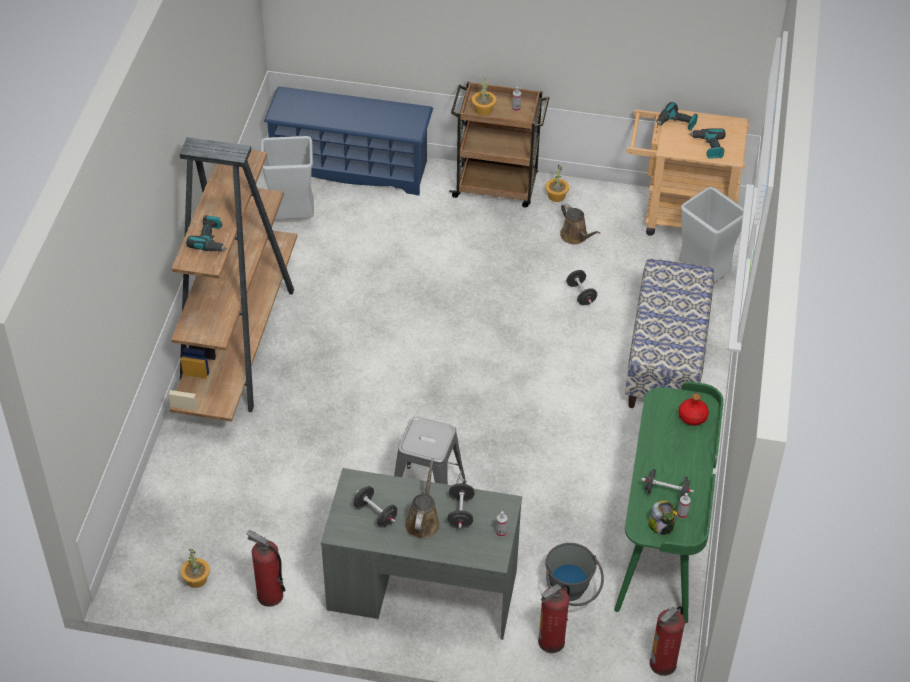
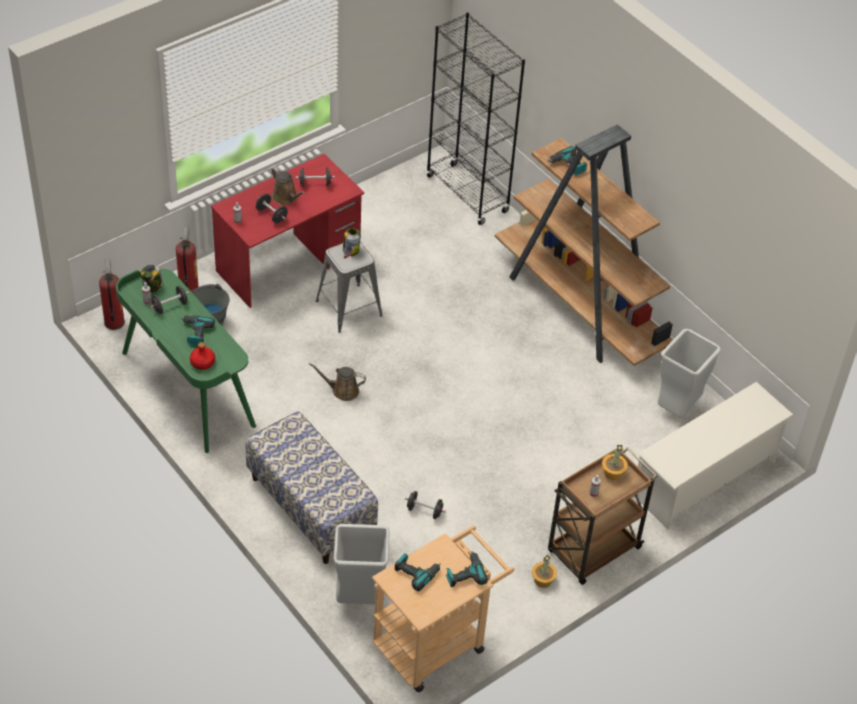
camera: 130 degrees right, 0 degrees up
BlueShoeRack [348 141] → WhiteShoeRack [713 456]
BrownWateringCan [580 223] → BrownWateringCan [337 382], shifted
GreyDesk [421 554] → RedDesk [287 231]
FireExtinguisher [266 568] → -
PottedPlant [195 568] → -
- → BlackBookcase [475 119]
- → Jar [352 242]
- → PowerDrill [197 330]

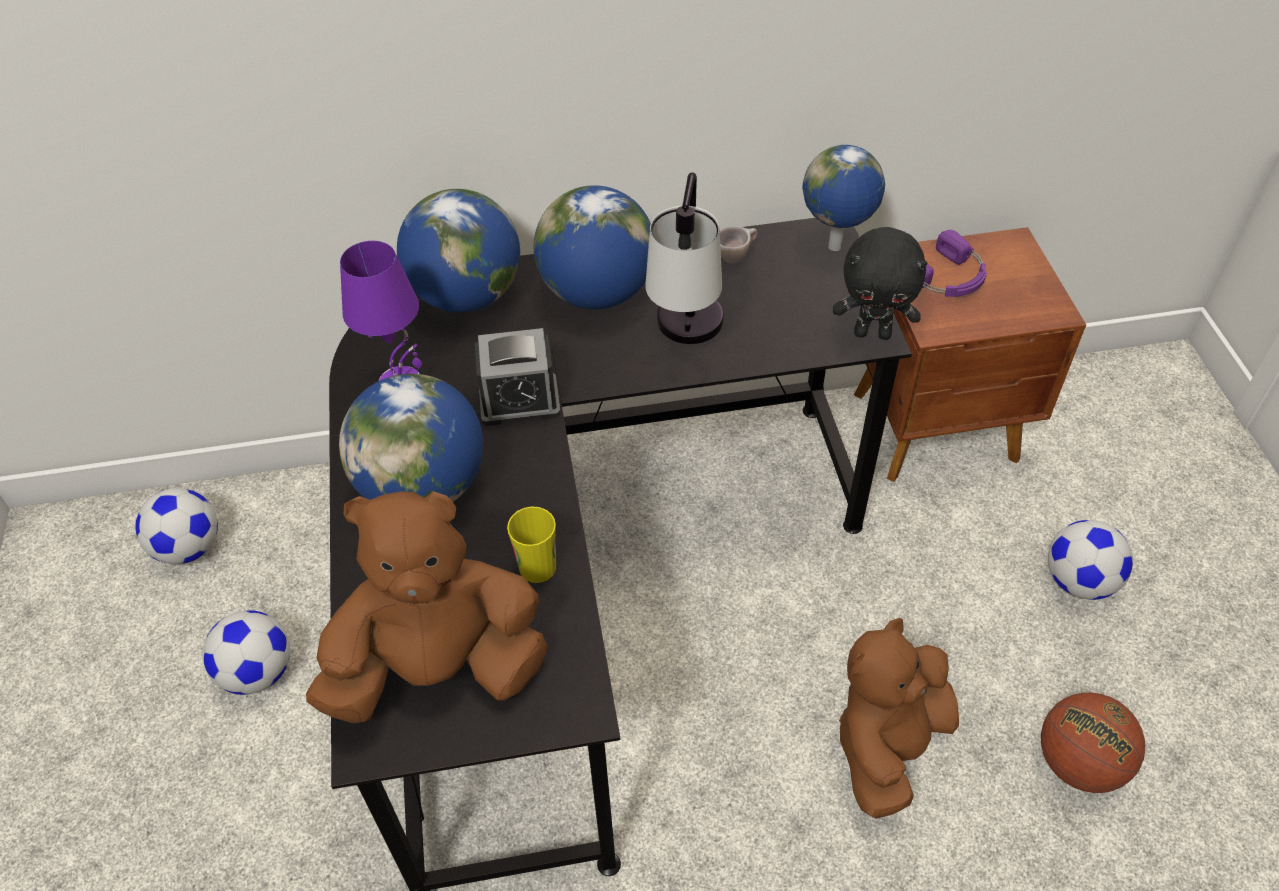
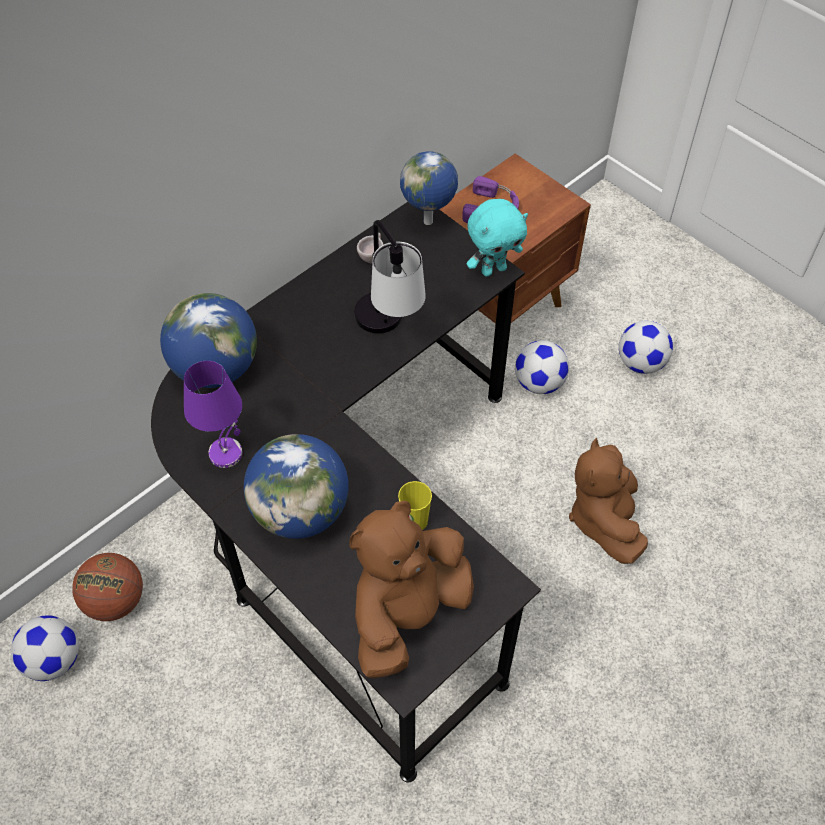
camera: 35 degrees left, 5 degrees up
Globe [592 247] → -
BlackPlushToy [880 283] → TurquoisePlushToy [497 238]
AlarmClock [518 377] → -
Football [246 652] → Football [542 367], shifted
Basketball [1093 742] → Basketball [107 587], shifted

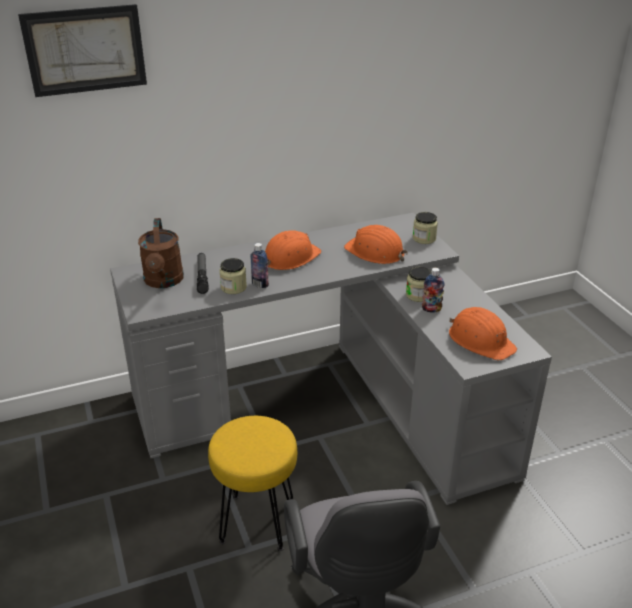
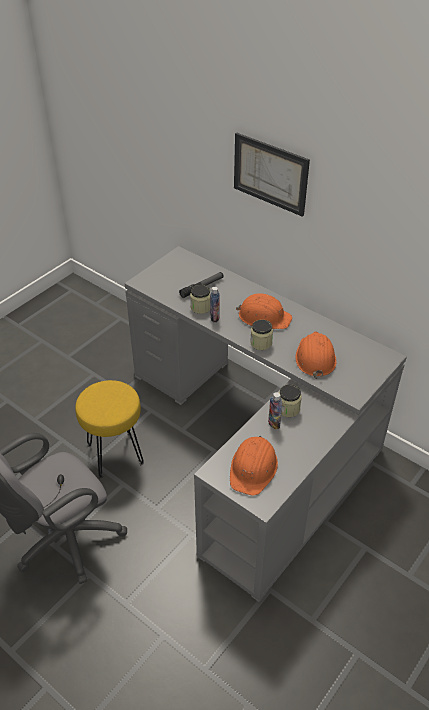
camera: 60 degrees right, 10 degrees up
Picture [82 50] → Picture [272 175], shifted
Jar [425 228] → Jar [261 335], shifted
BrownWateringCan [161 253] → -

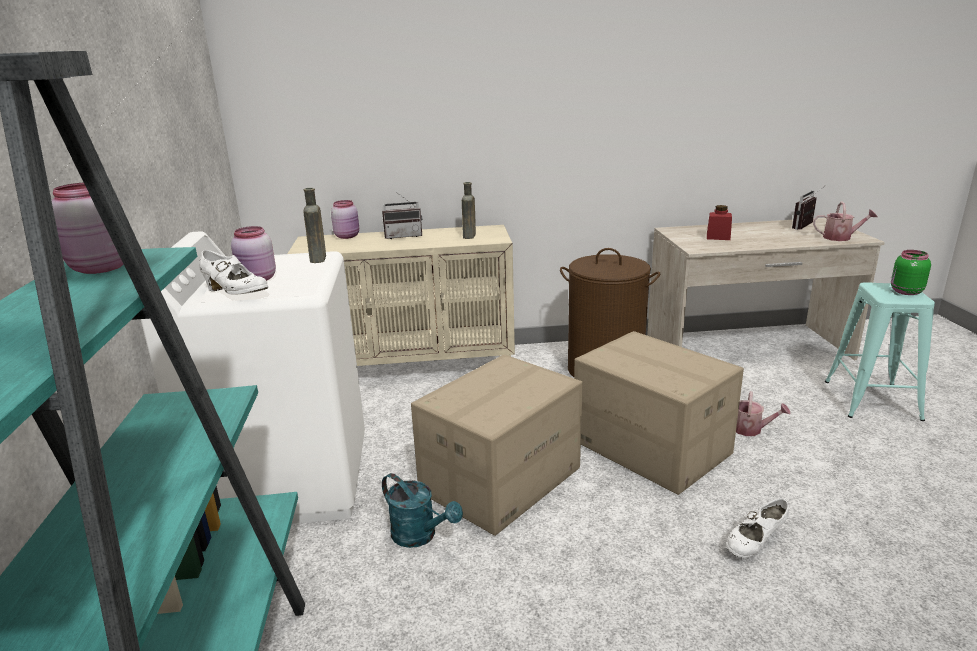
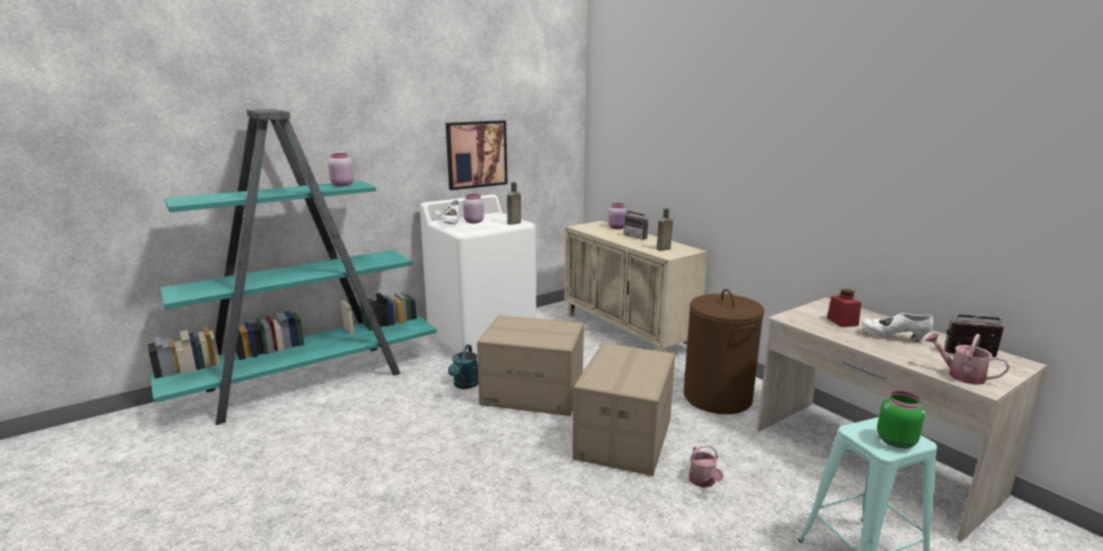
camera: 60 degrees right, 5 degrees down
WateringCan [845 221] → WateringCan [967 359], 150 degrees clockwise
WhiteShoe [757 528] → WhiteShoe [897 327], shifted
- → Picture [477 155]

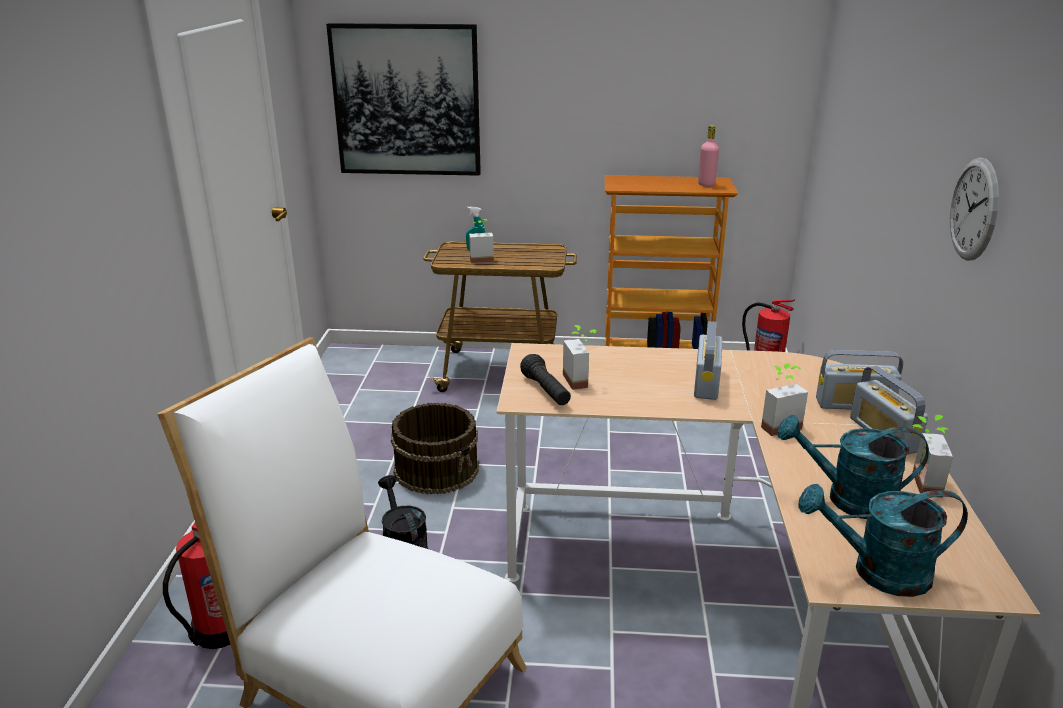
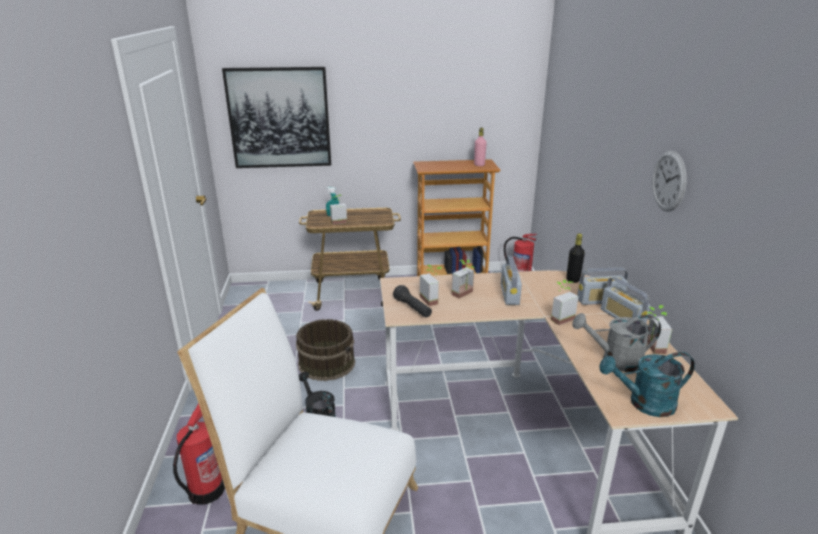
camera: 10 degrees left, 0 degrees up
TurquoiseWateringCan [853 467] → GreyWateringCan [616 342]
- → BlackBottle [575 258]
- → PottedPlant [463 279]

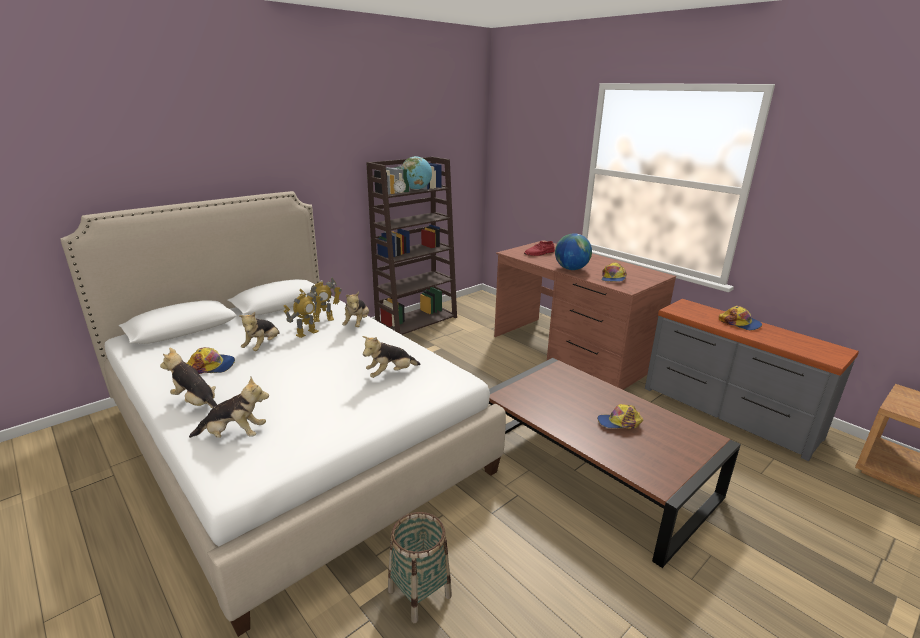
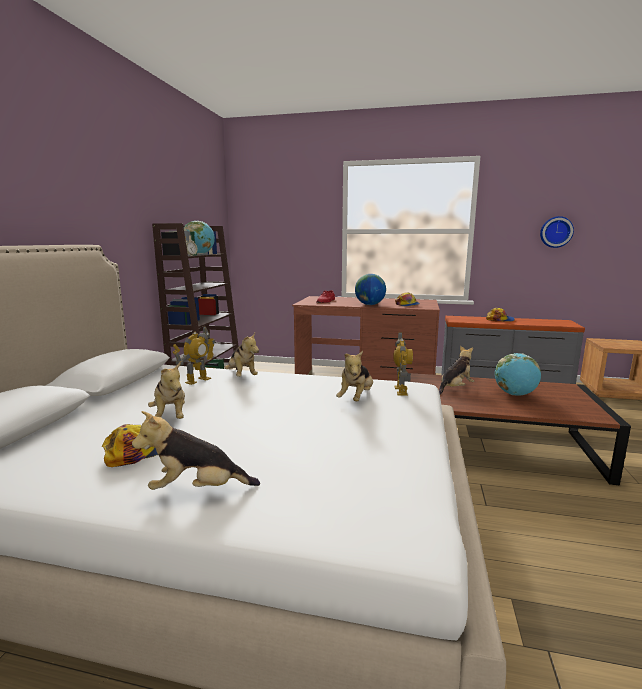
camera: 35 degrees left, 10 degrees down
ToyRobot [303 312] → ToyRobot [403 364], shifted
PlushToy [229 407] → PlushToy [456 370], shifted
Cap [620 416] → Globe [518 374]
Basket [420 567] → -
- → WallClock [557 232]

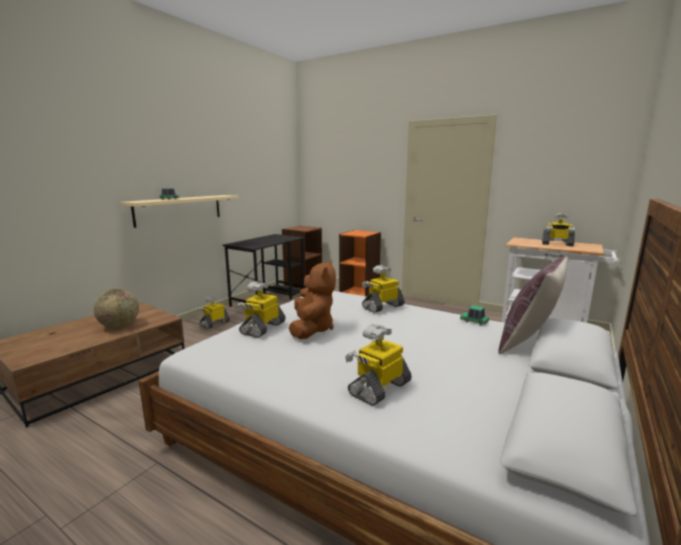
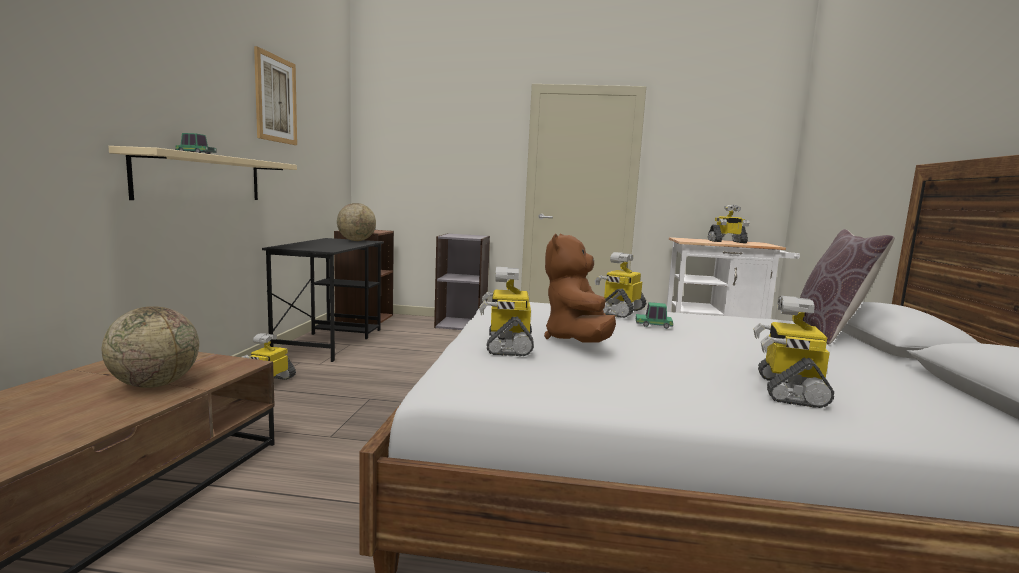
camera: 25 degrees left, 5 degrees down
OrangeBookcase [360 263] → GreyBookcase [462 281]
BrownPlushToy [312 299] → BrownPlushToy [580 288], 150 degrees counterclockwise
ToyCar [474 315] → ToyCar [654 315], shifted
- → Picture [275 95]
- → Globe [356 222]

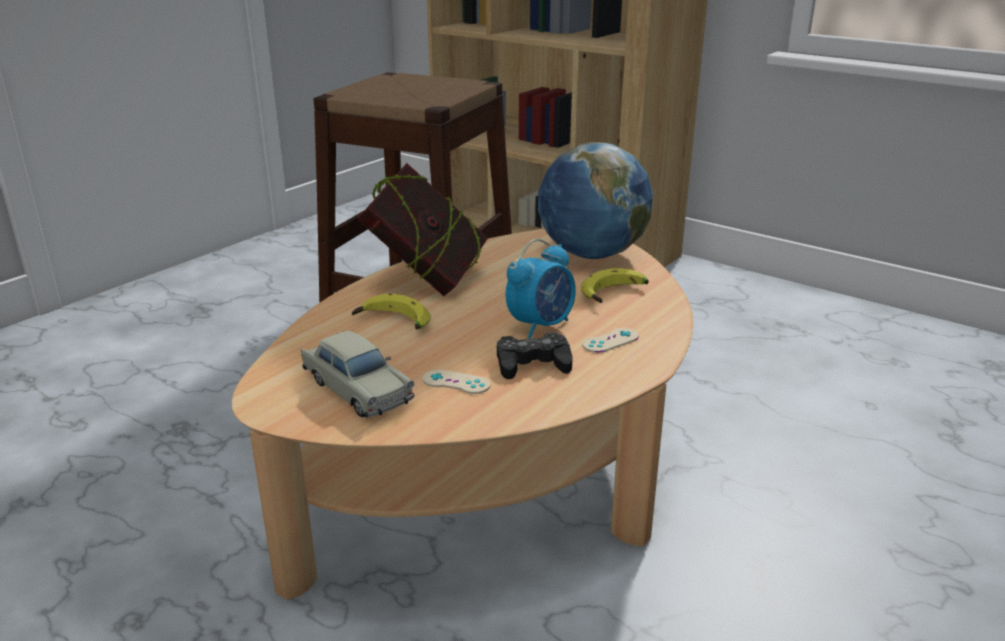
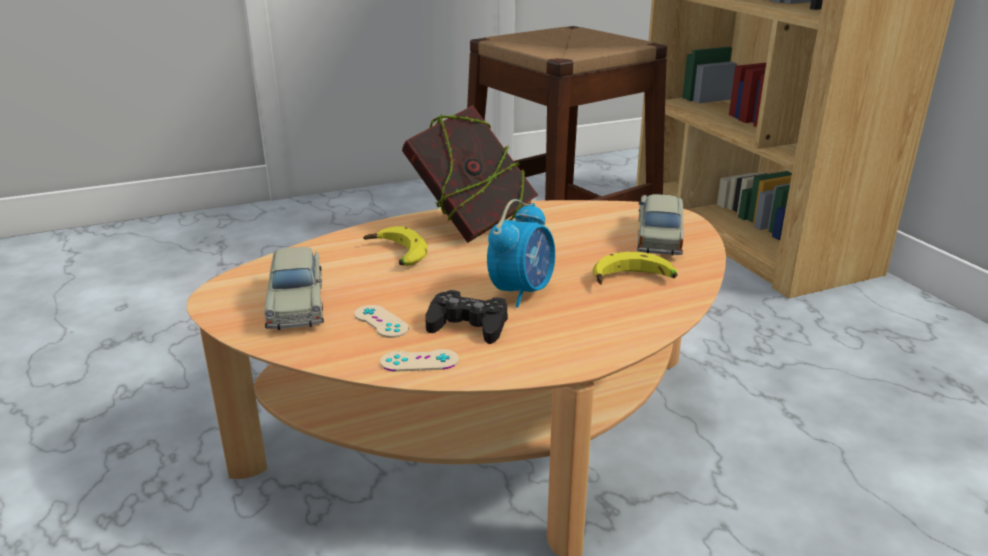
camera: 30 degrees right, 0 degrees up
Globe [595 200] → BeigeToyCar [660 224]
AlarmClock [540 289] → AlarmClock [521 253], 45 degrees counterclockwise
BeigeGameController [610 340] → BeigeGameController [419 360], shifted

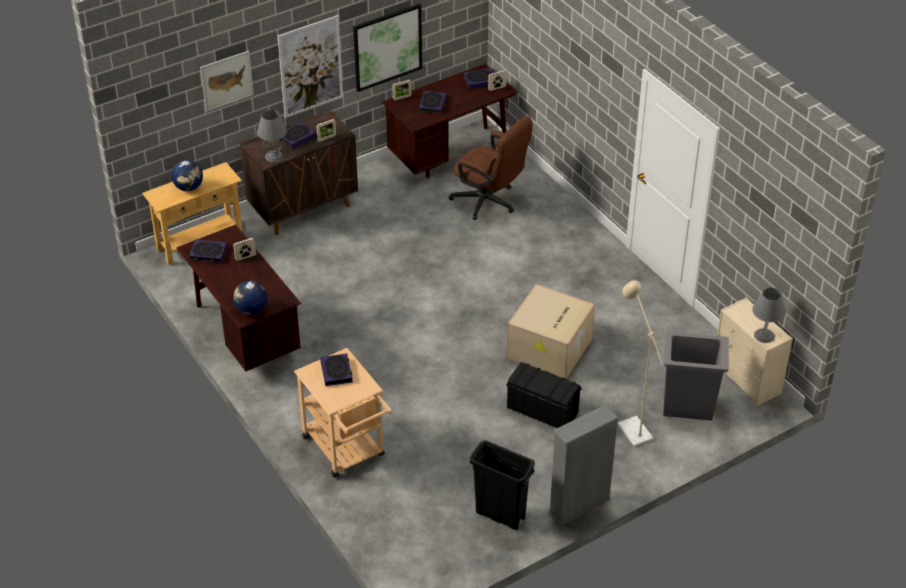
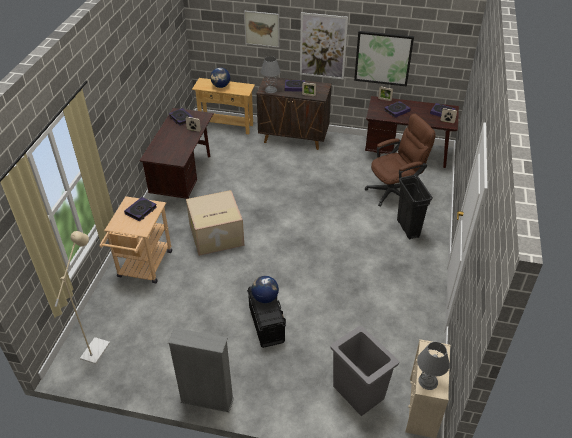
camera: 45 degrees right, 0 degrees up
BrownOfficeChair [491 168] → BrownOfficeChair [400 160], 105 degrees counterclockwise
BeigeFloorLamp [641 363] → BeigeFloorLamp [82 297], shifted
Globe [250 298] → Globe [265 289], shifted
CardboardBox [551 331] → CardboardBox [215 223], shifted
BlackTrashCan [502 485] → BlackTrashCan [415 207], shifted

